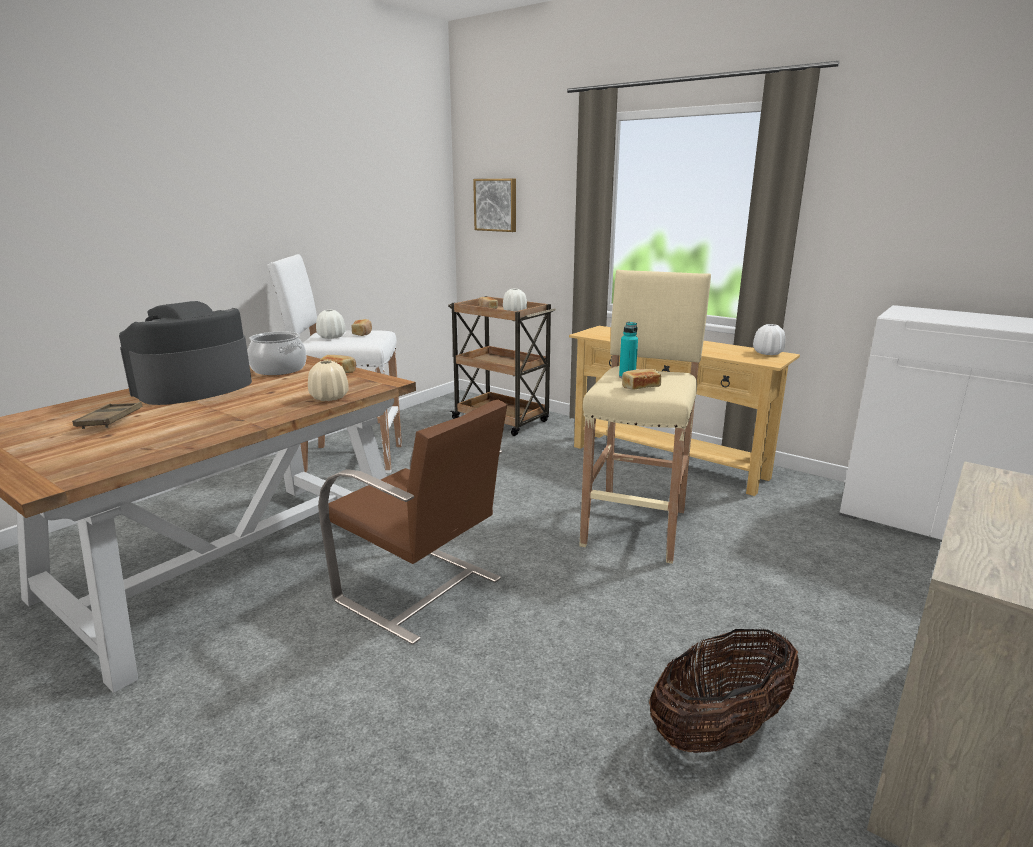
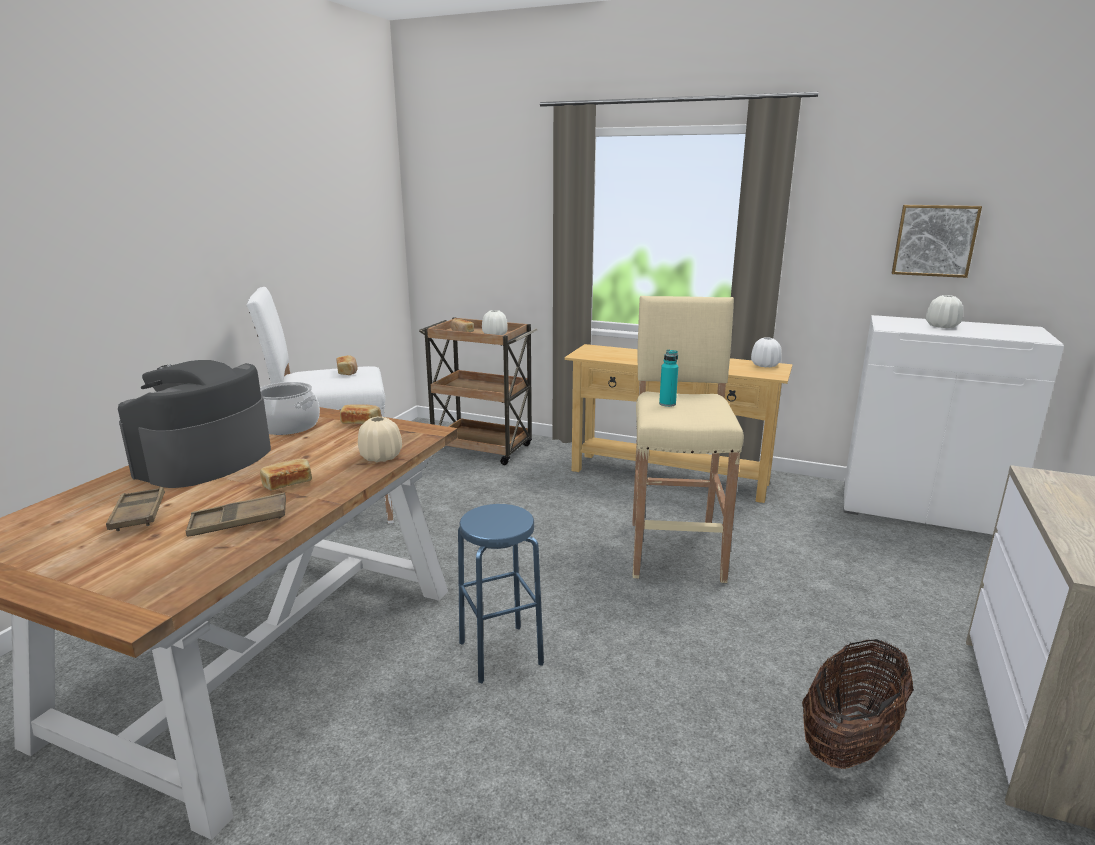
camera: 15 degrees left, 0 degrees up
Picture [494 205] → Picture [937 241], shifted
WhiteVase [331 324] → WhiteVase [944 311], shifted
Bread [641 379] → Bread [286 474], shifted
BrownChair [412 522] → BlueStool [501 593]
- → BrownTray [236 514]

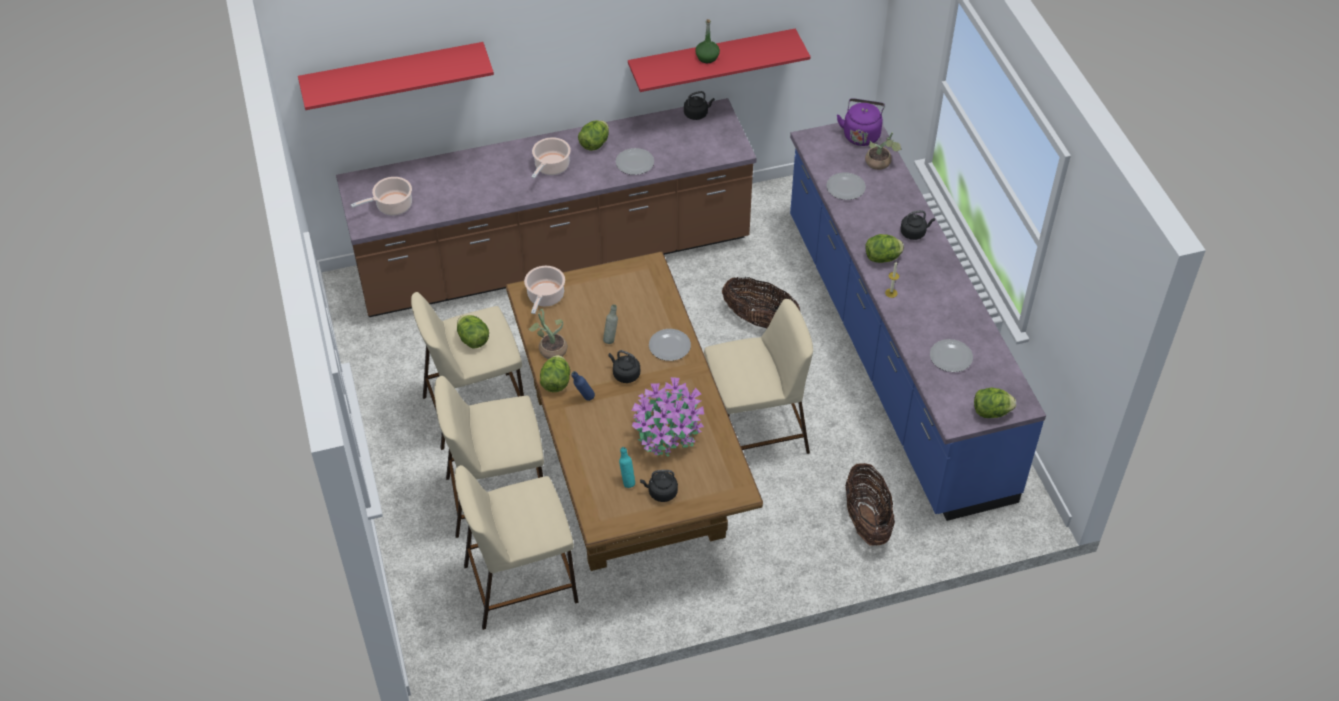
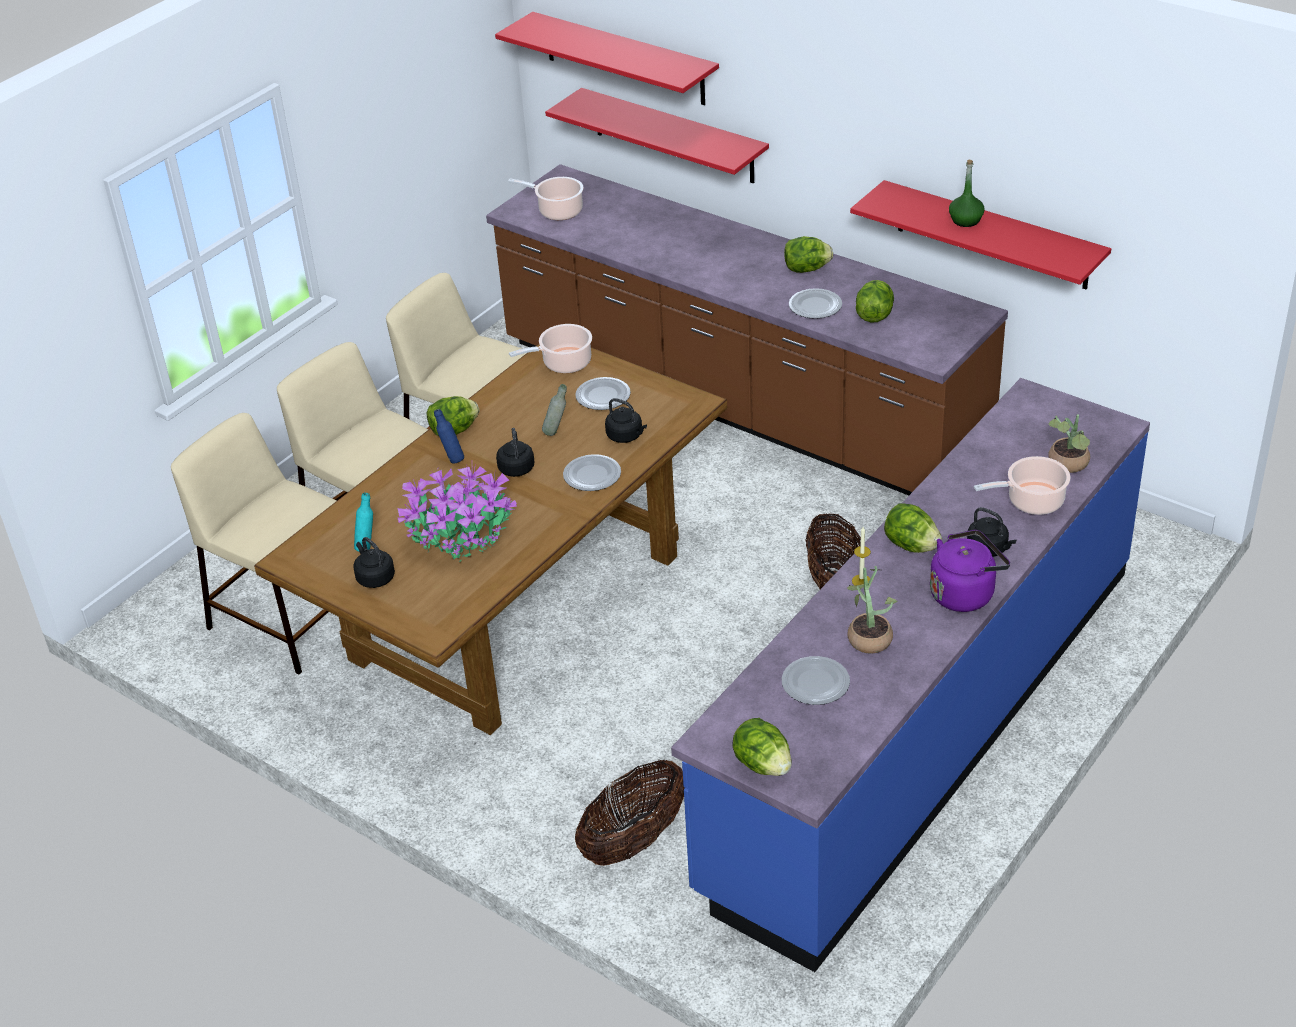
camera: 55 degrees right, 10 degrees down
BlackKettle [699 105] → BlackKettle [626 420], shifted
PurpleKettle [861 122] → PurpleKettle [970 571], shifted
CookingPot [551 157] → CookingPot [1022 485], shifted
Plate [846 186] → Plate [603 393], shifted
BeigeStool [758 376] → -
PottedPlant [547 334] → PottedPlant [872 610], shifted
Lettuce [473 331] → Lettuce [875 301], shifted
- → RedShelf [657 135]

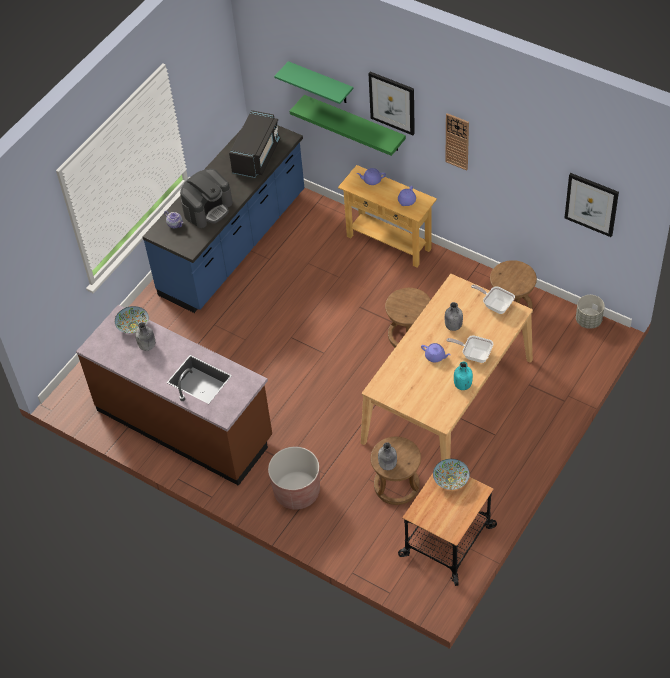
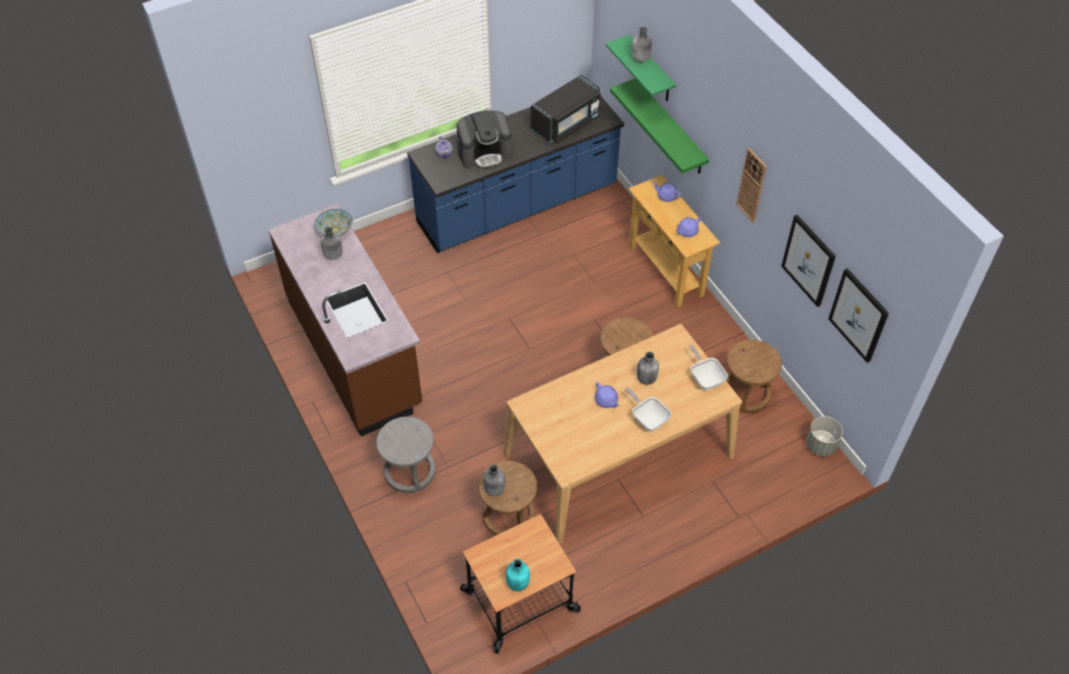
camera: 25 degrees right, 0 degrees up
Picture [391 103] → Picture [808 261], shifted
TurquoiseBottle [463 376] → TurquoiseBottle [518 575], shifted
BrownPlanter [294 478] → GreyStool [405 455]
Bowl [451 474] → -
- → GreyBottle [642 44]

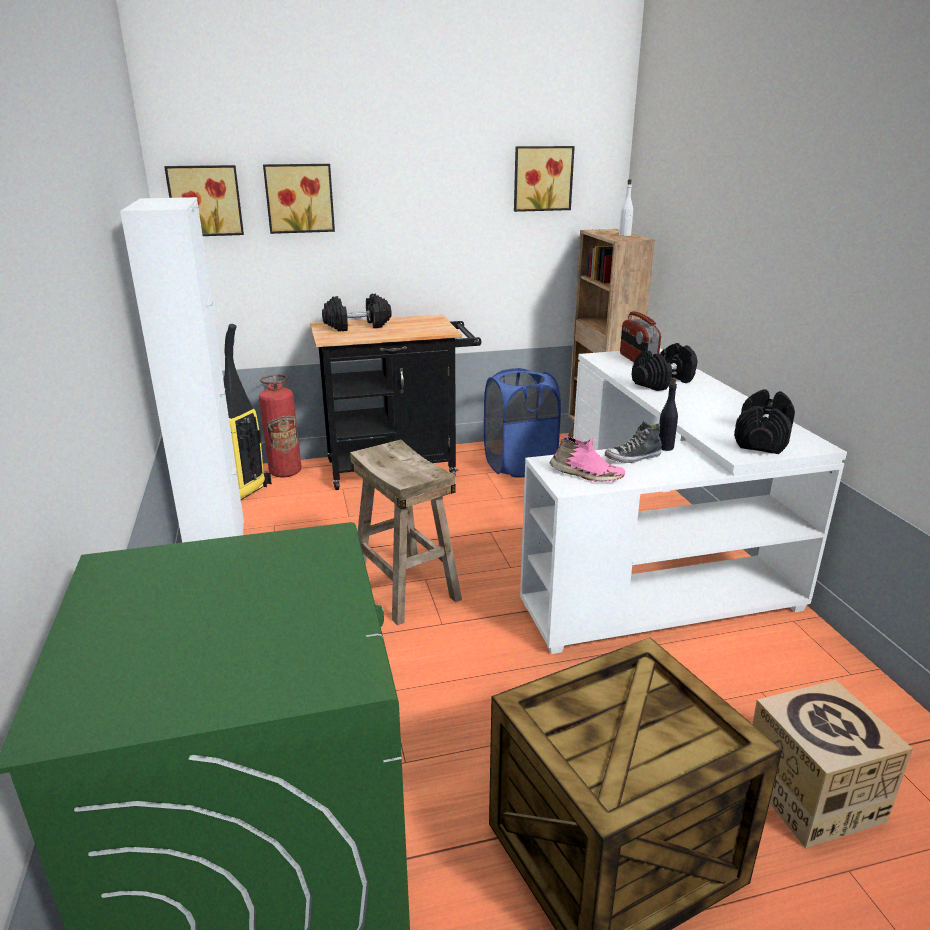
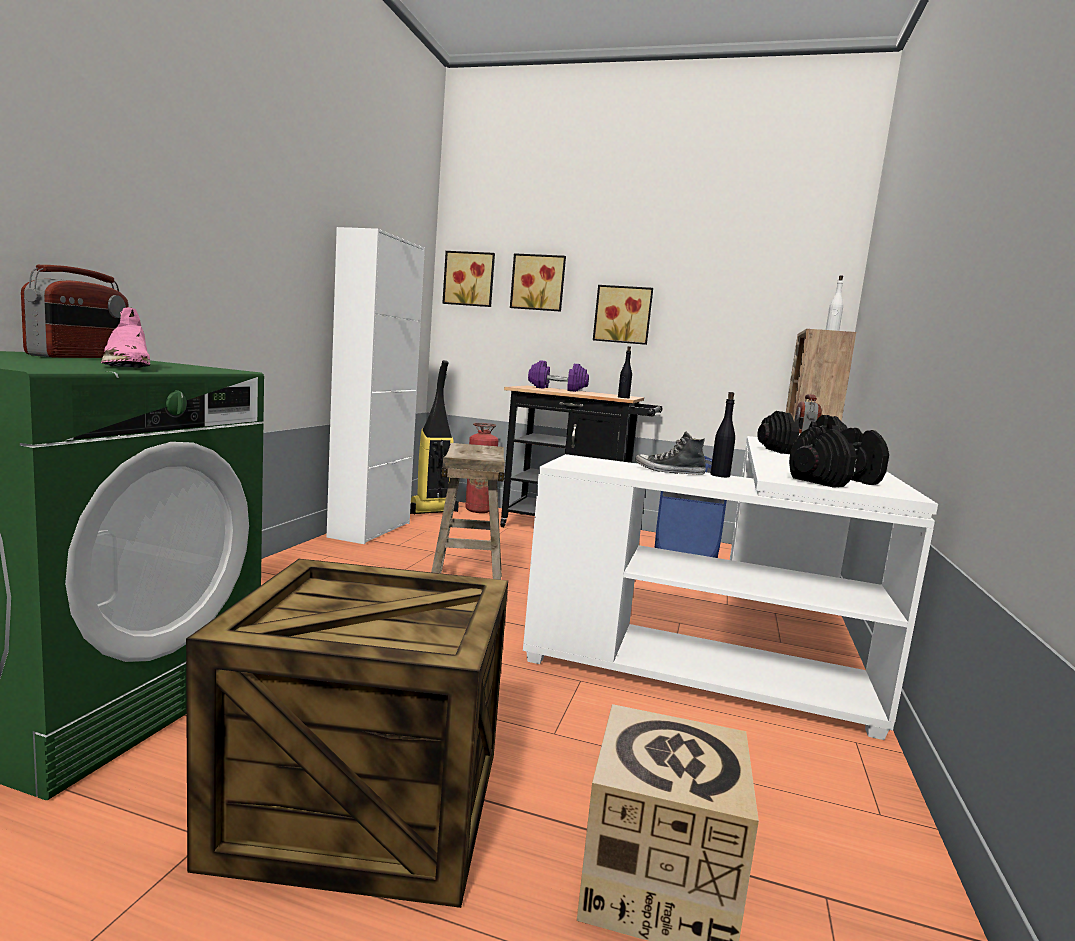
camera: 30 degrees right, 15 degrees down
Picture [544 179] → Picture [623 315], shifted
BlackDumbbell [357 312] → PurpleDumbbell [558 376]
PinkShoe [587 458] → PinkShoe [125 337], shifted
- → Radio [75 311]
- → BlackBottle [625 372]

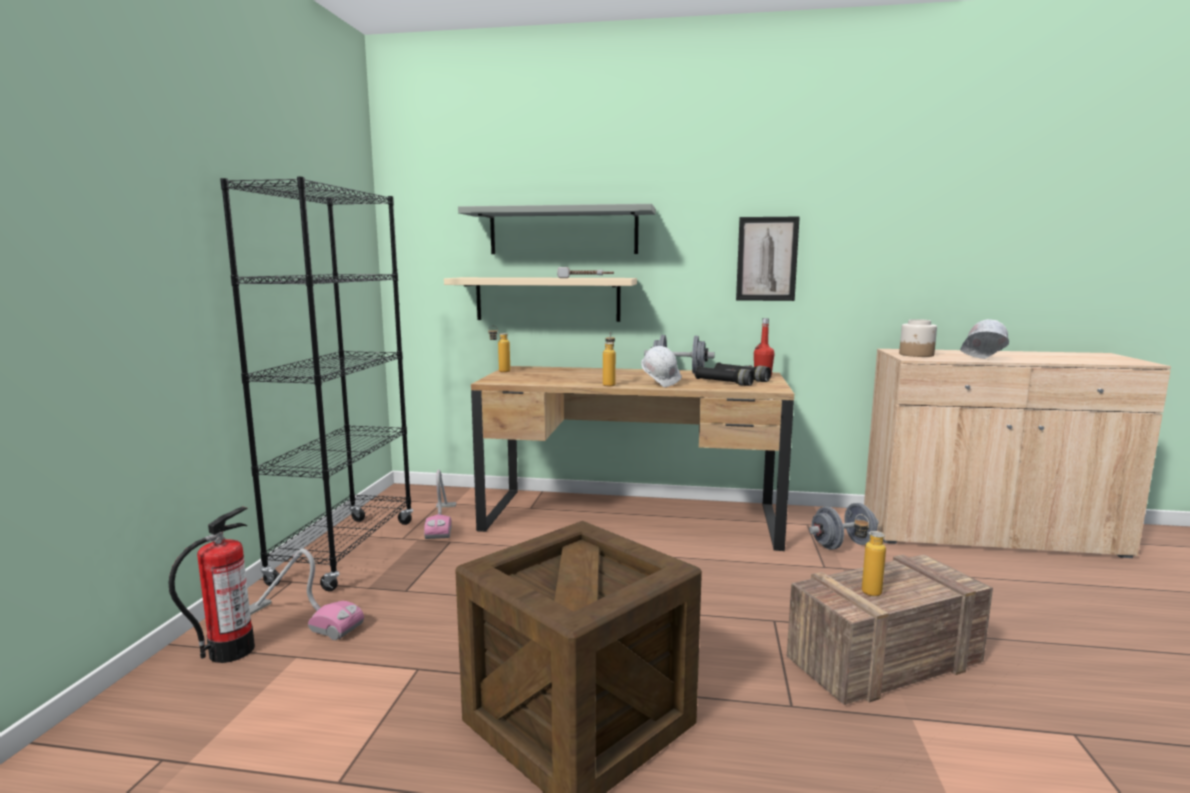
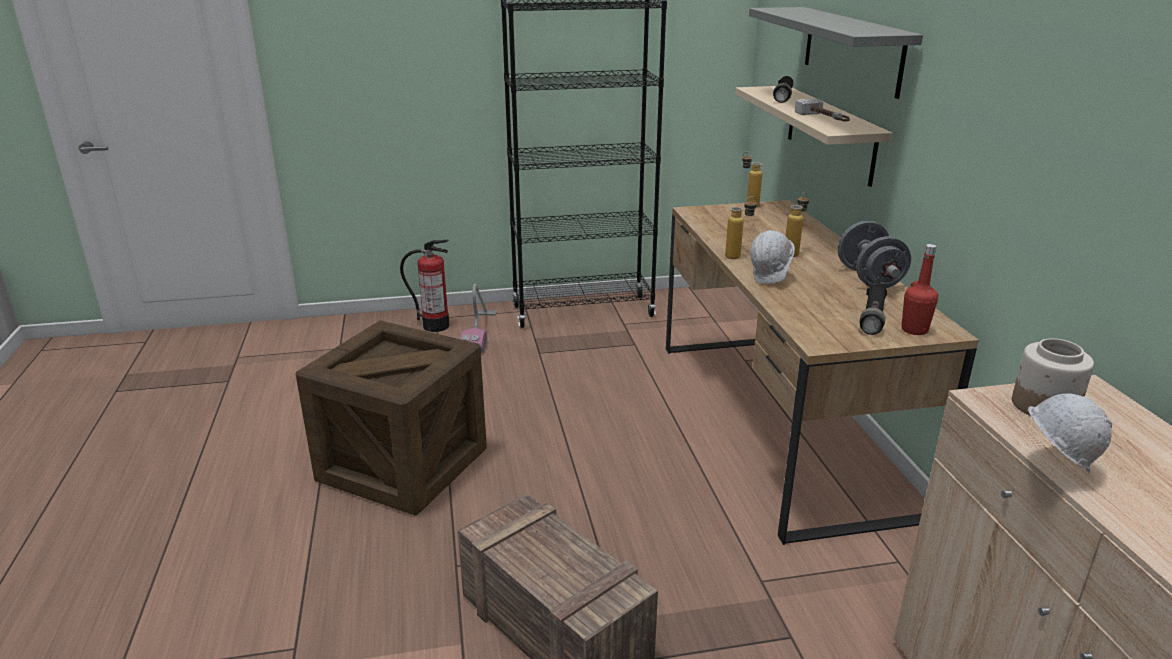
camera: 70 degrees right, 15 degrees up
Picture [768 258] → -
BlackFlashlight [724 376] → BlackFlashlight [783 89], shifted
VacuumCleaner [440 504] → -
GreyDumbbell [844 526] → -
Bottle [870 555] → Bottle [797 224], shifted

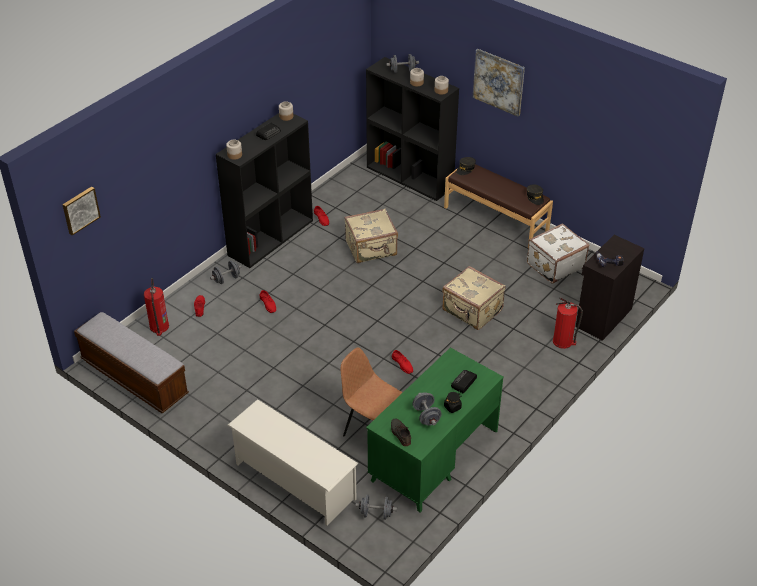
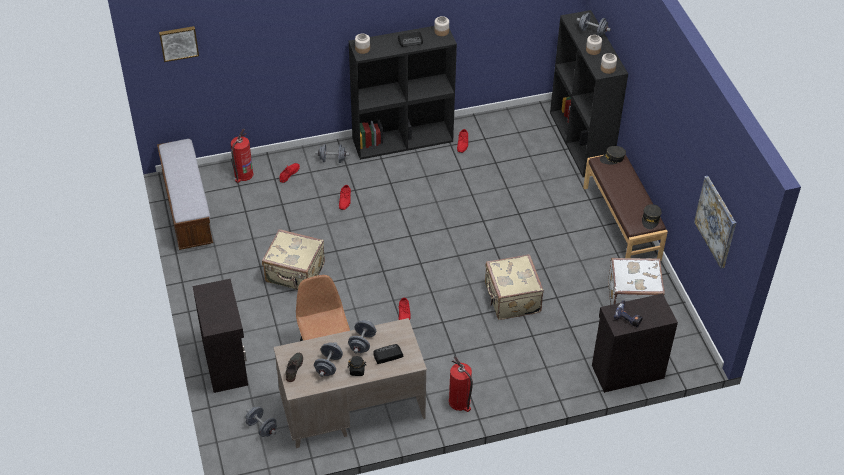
camera: 35 degrees right, 5 degrees up
Picture [499 82] → Picture [715 222], shifted
BeigeSuitcase [371 236] → BeigeSuitcase [293 259], shifted
FireExtinguisher [568 323] → FireExtinguisher [461 384], shifted
GreenDesk [435 429] → BeigeDesk [350 383]
WhiteShoeRack [292 462] → BlackCabinet [220 336]
- → GreyDumbbell [362 337]

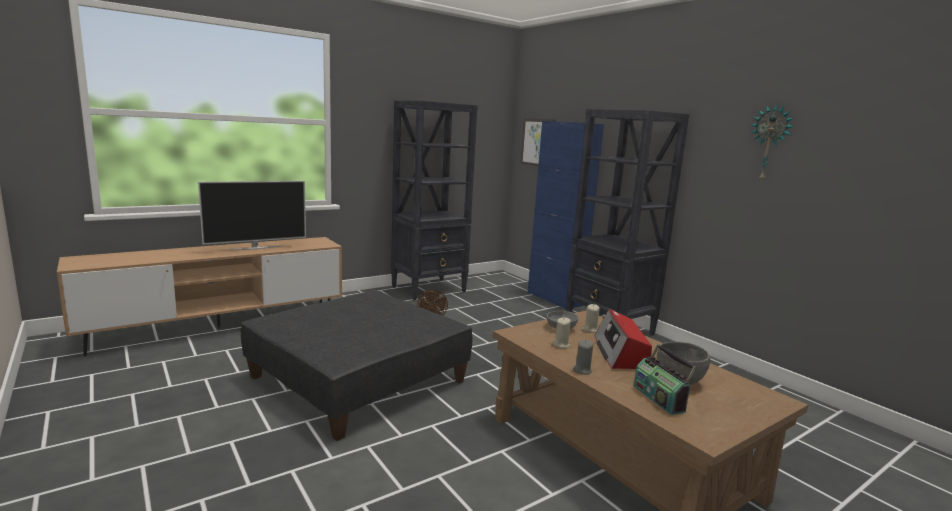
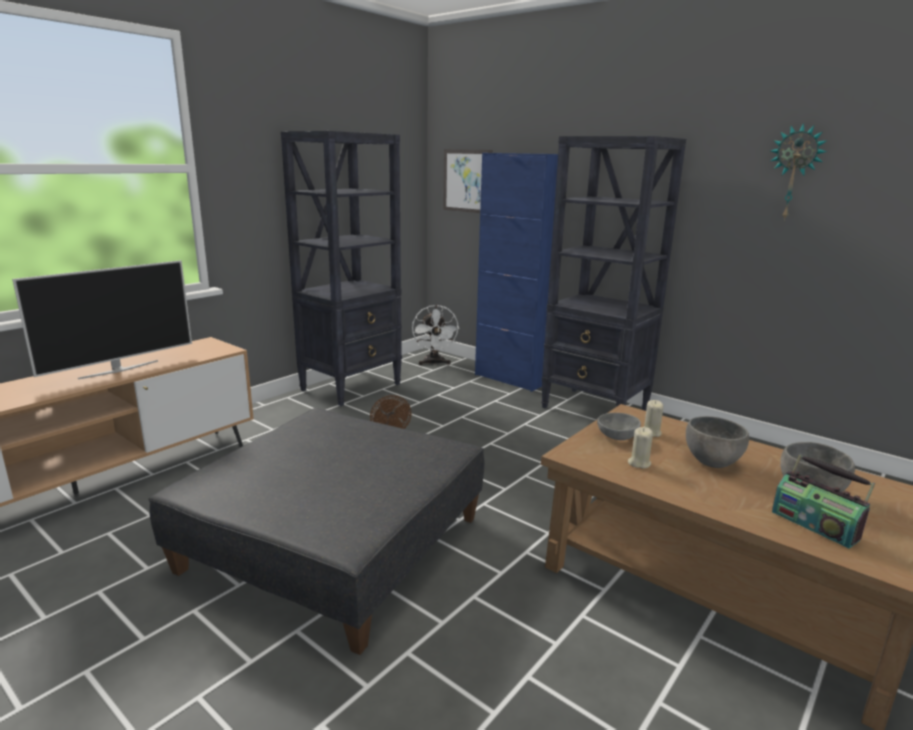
camera: 15 degrees left, 5 degrees up
Radio [623 339] → GreyBowl [717 442]
GreyCandle [583 357] → -
- → WhiteFan [435 335]

